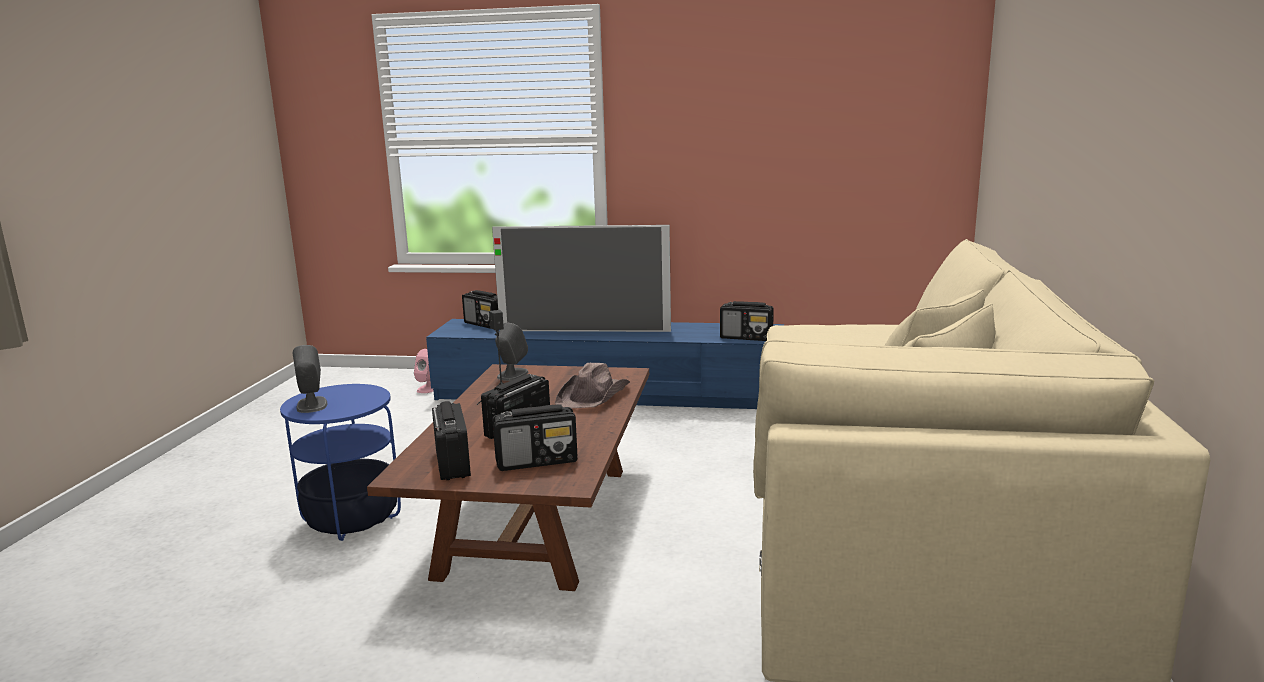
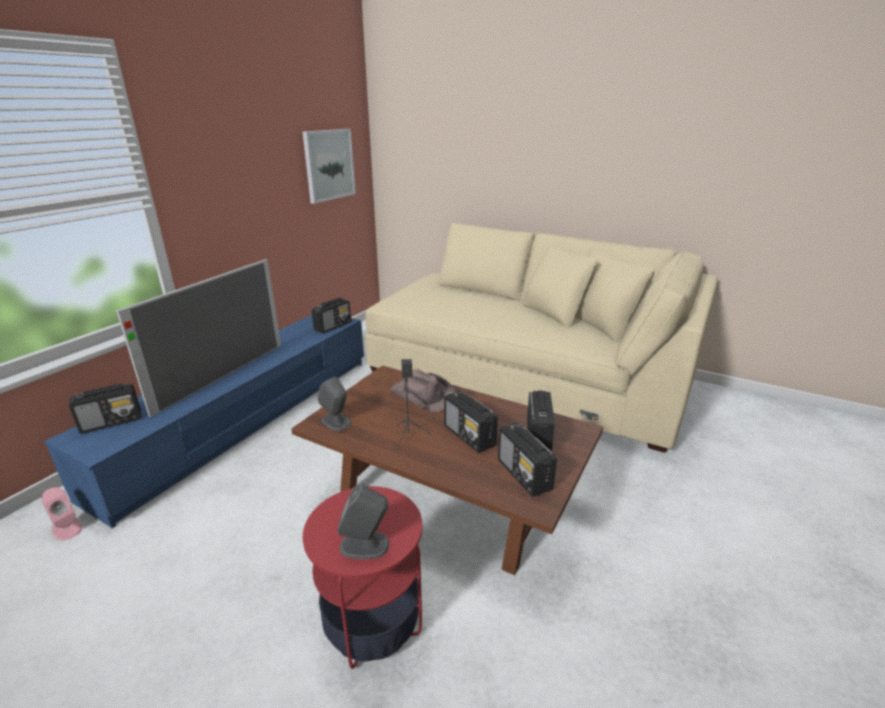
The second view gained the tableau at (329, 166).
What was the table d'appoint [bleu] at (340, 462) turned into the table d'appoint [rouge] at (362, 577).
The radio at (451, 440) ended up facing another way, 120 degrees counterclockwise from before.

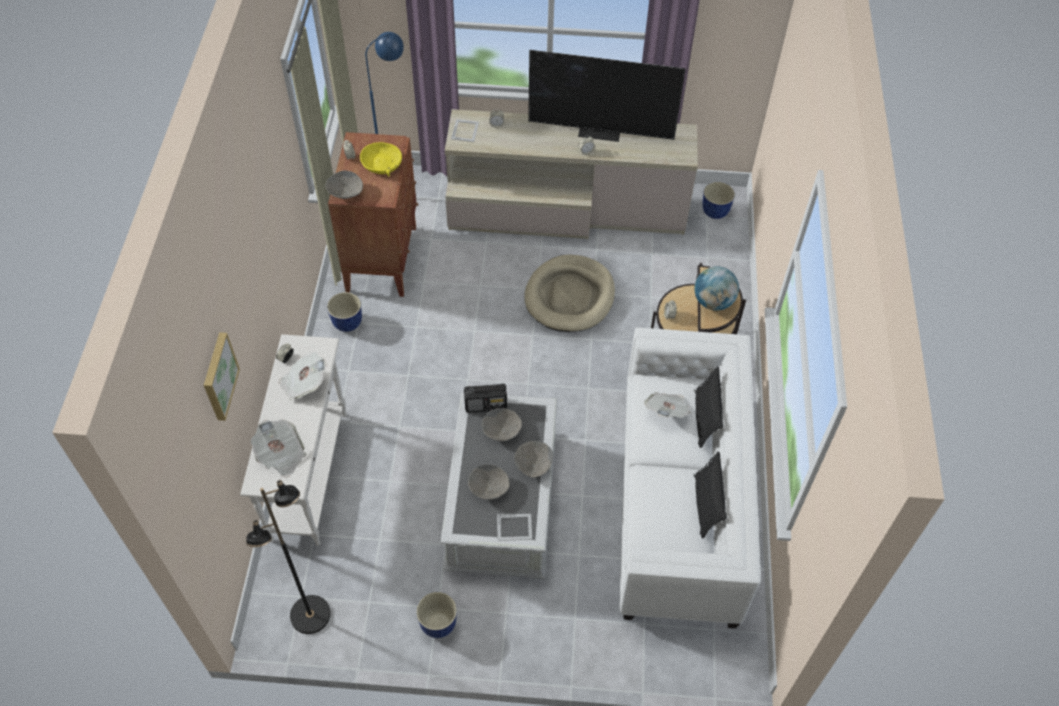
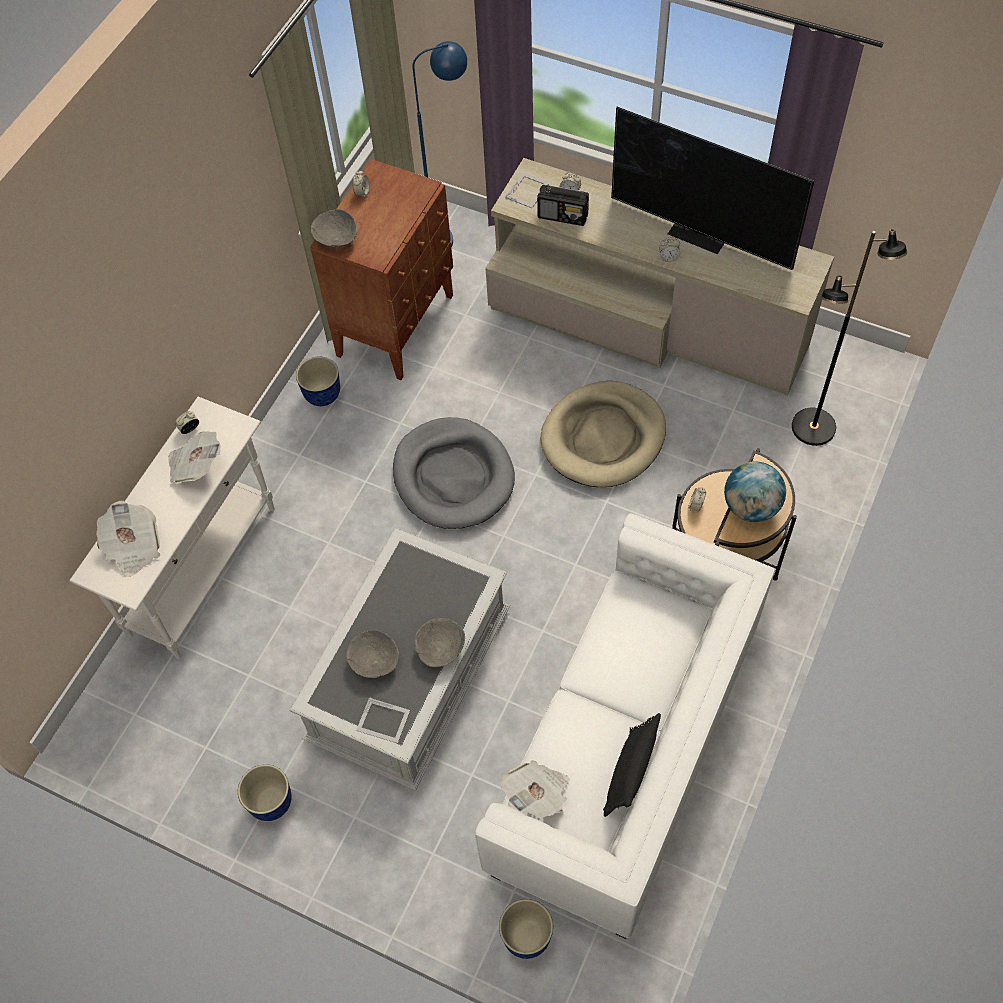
The second view gained the panier pour chien [gris] at (454, 473).
The cache-pot ended up elsewhere, having gone from (718, 200) to (526, 929).
The journal ended up elsewhere, having gone from (667, 405) to (535, 789).
The radio ended up elsewhere, having gone from (485, 398) to (563, 205).
The lampadaire [noir] ended up elsewhere, having gone from (288, 557) to (849, 337).
The second view lost the tableau at (222, 376).
The second view lost the bol [jaune] at (381, 159).
The second view lost the bol [gris] at (502, 424).
The second view lost the coussin [noir] at (708, 407).

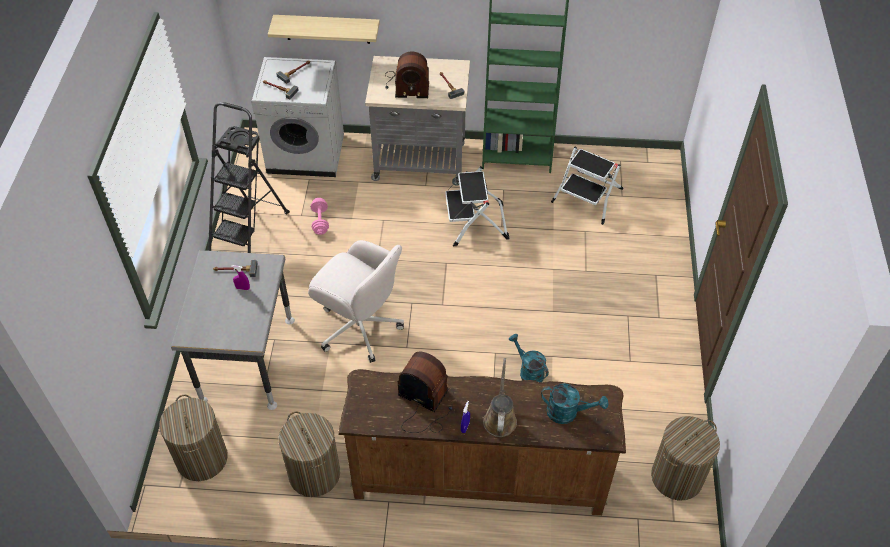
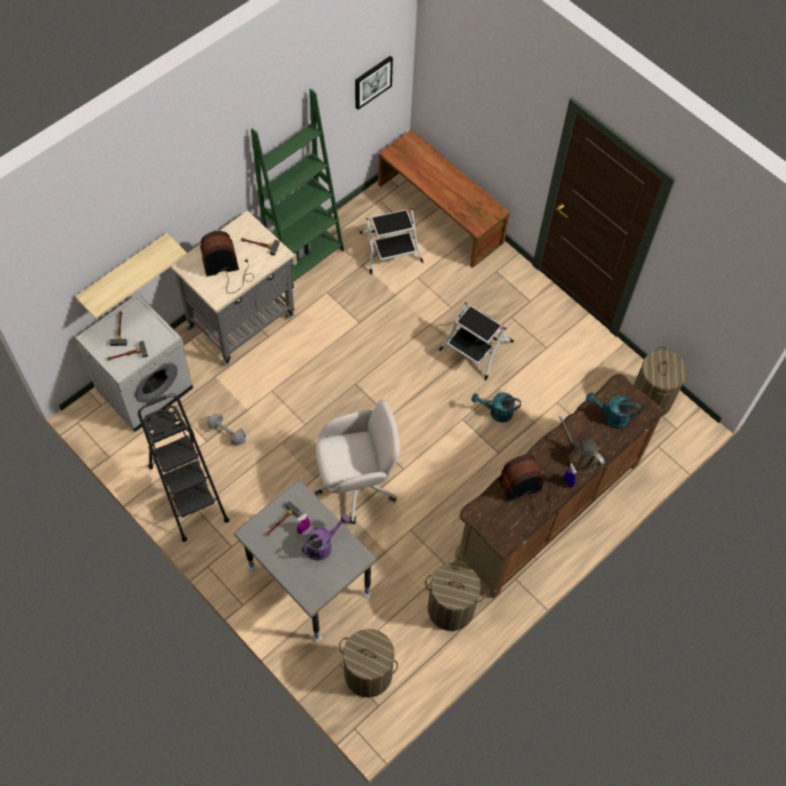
The radio at (407, 75) ended up facing another way, 150 degrees counterclockwise from before.
What was the haltère [rose] at (320, 216) turned into the haltère [gris] at (226, 429).
The second view gained the arrosoir [violet] at (326, 536).
The second view gained the tableau at (374, 83).
The second view gained the banc [marron] at (444, 199).
The escabeau ended up elsewhere, having gone from (477, 206) to (476, 341).
The arrosoir [turquoise] at (574, 403) ended up facing another way, 135 degrees counterclockwise from before.

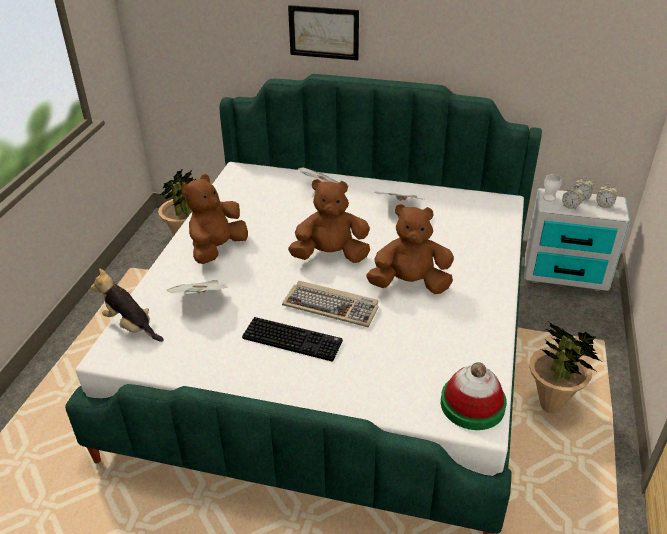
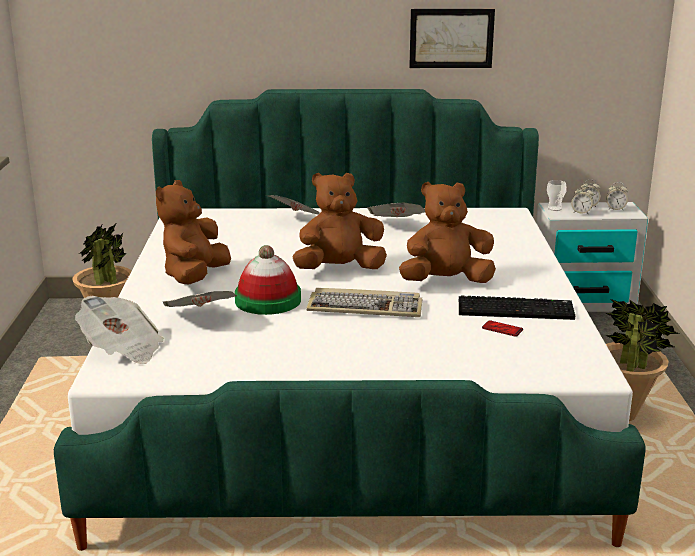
Where the peluche stood at (127, 305), the journal came to stand at (119, 330).
The chapeau ended up elsewhere, having gone from (474, 396) to (268, 280).
The tableau ended up elsewhere, having gone from (323, 32) to (452, 38).
The clavier ended up elsewhere, having gone from (292, 339) to (517, 308).
The second view gained the téléphone at (502, 328).

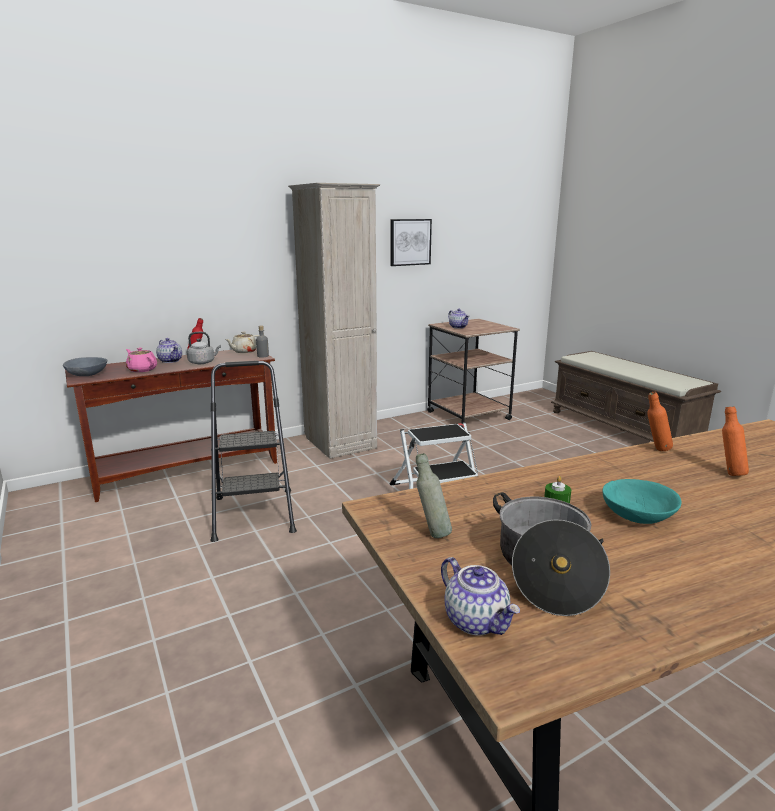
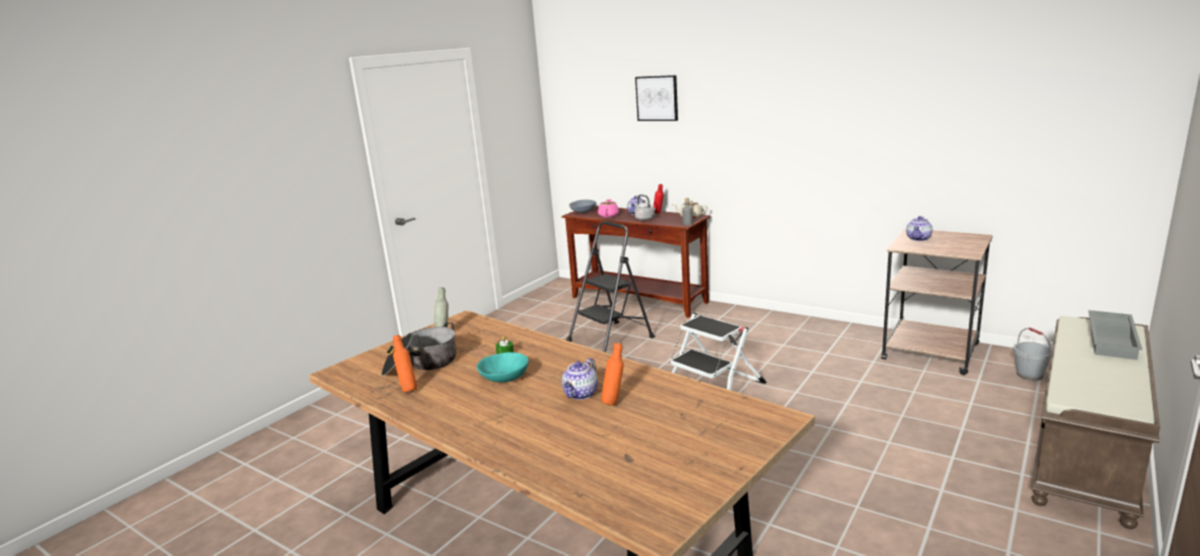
The bouteille [orange] ended up elsewhere, having gone from (660, 421) to (405, 363).
The théière ended up elsewhere, having gone from (480, 596) to (579, 379).
The tableau ended up elsewhere, having gone from (411, 242) to (656, 98).
The second view gained the seau [gris] at (1032, 354).
The second view gained the plateau [gris] at (1115, 335).
The second view lost the meuble de rangement [beige] at (334, 321).

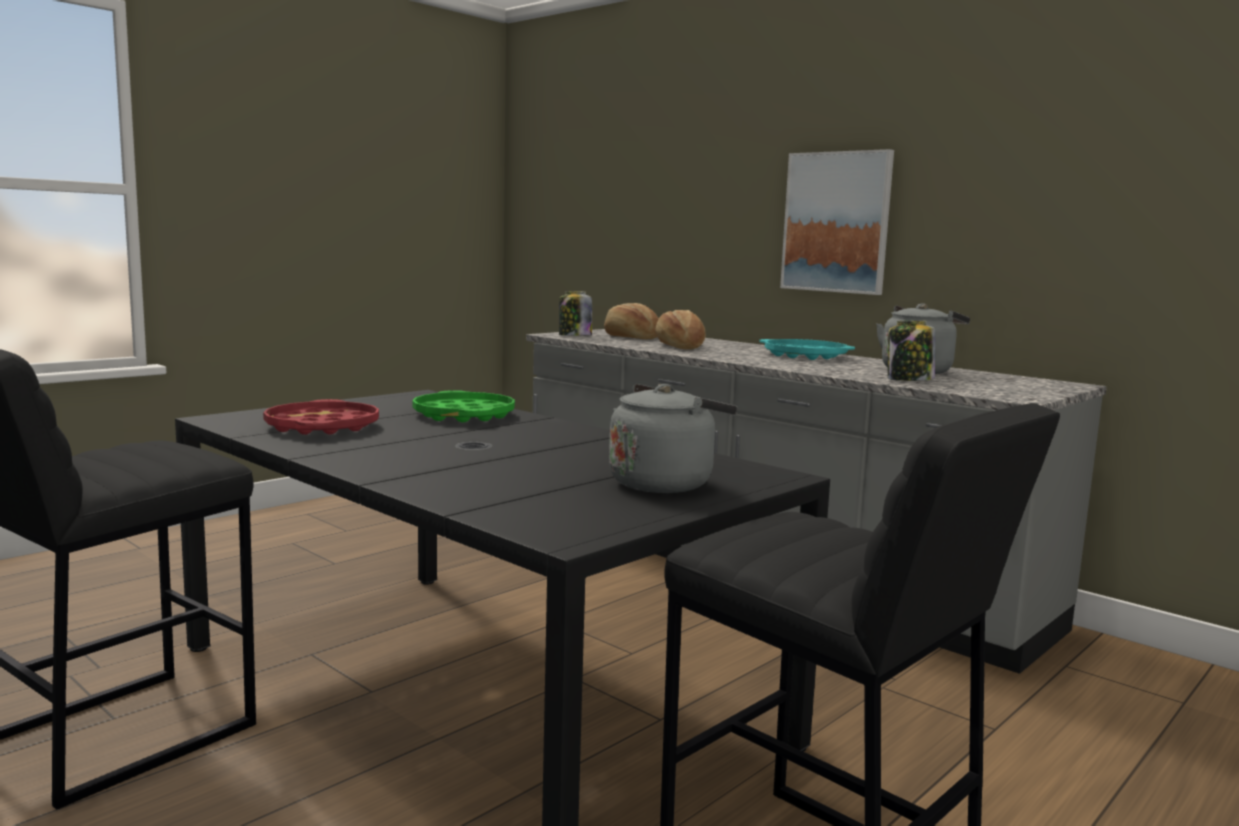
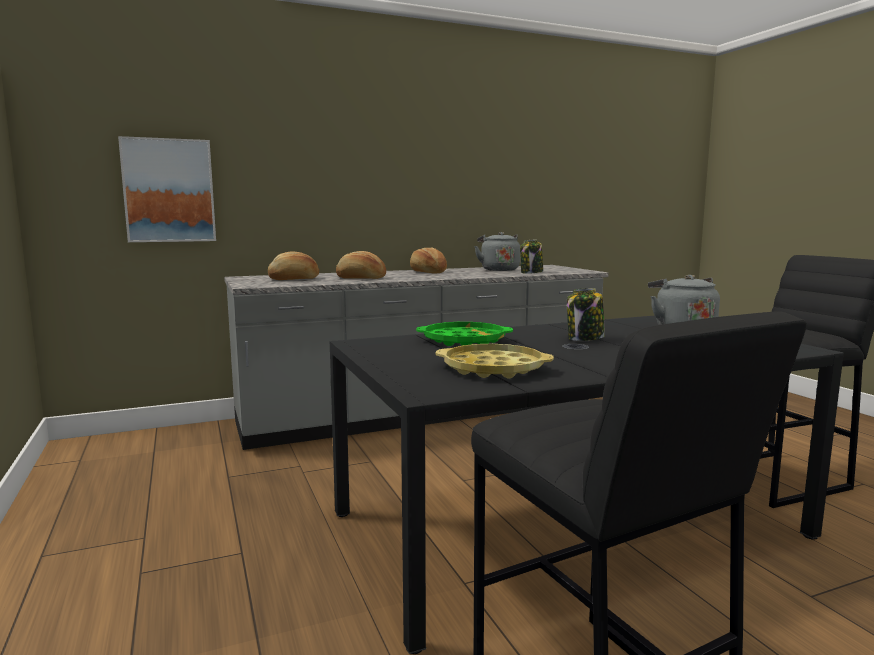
The tableau ended up elsewhere, having gone from (837, 222) to (167, 189).
Where the plateau [turquoise] stood at (807, 349), the pain came to stand at (428, 260).
What was the plateau [rouge] at (321, 417) turned into the plateau [jaune] at (494, 361).
The bocal ended up elsewhere, having gone from (575, 313) to (586, 314).

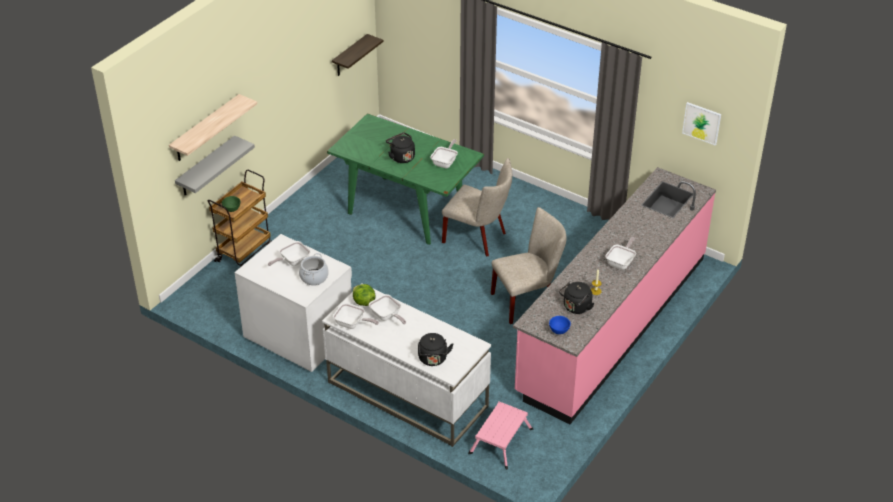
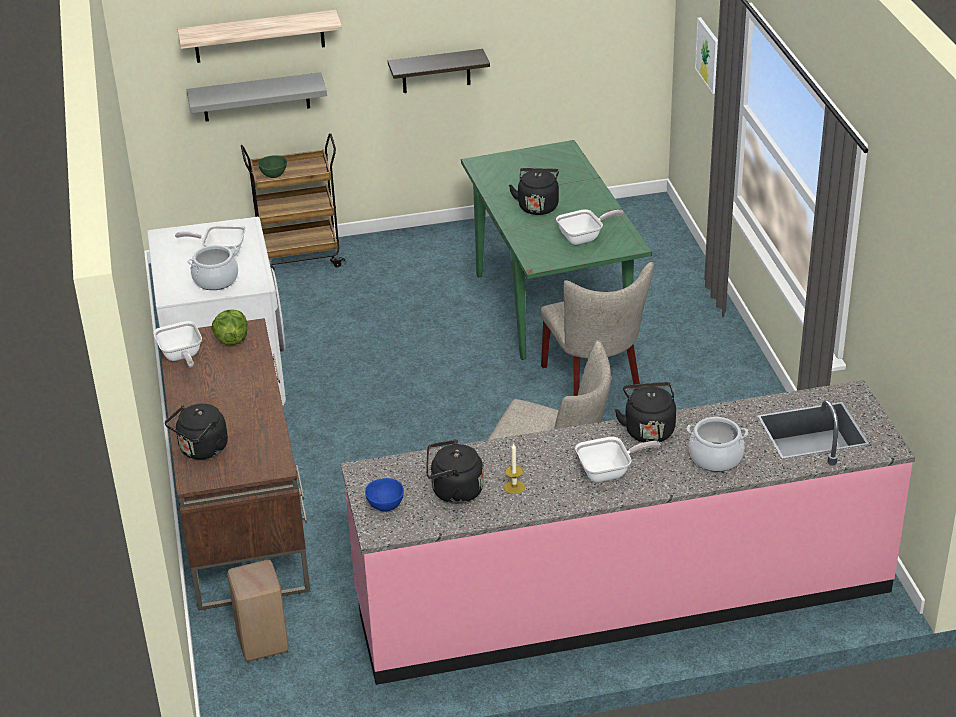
What was the bureau [blanc] at (406, 365) turned into the bureau [marron] at (235, 464).
Where the escabeau [rose] stood at (501, 435), the tabouret [beige] came to stand at (258, 610).
The étagère ended up elsewhere, having gone from (357, 55) to (439, 71).
The second view gained the bouilloire [noir] at (645, 412).
The second view gained the marmite at (717, 444).
The tableau ended up elsewhere, having gone from (701, 124) to (706, 55).
The second view lost the poêle at (387, 309).

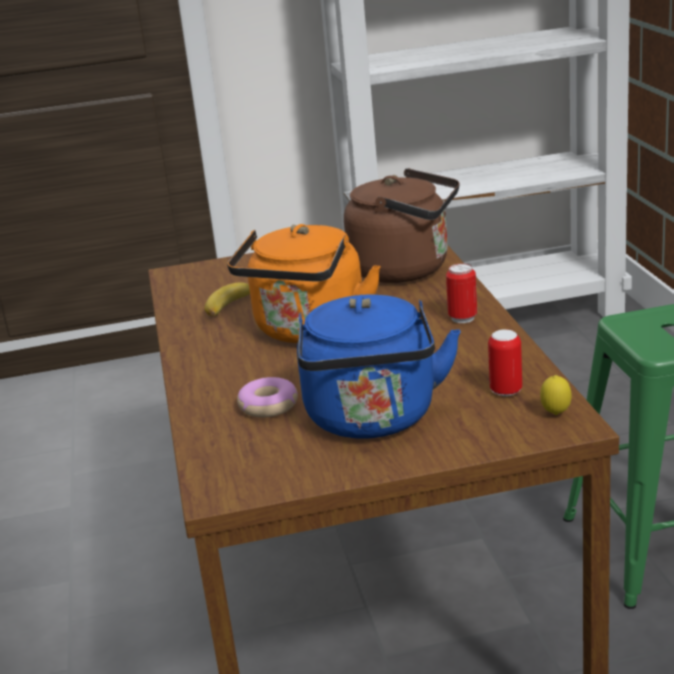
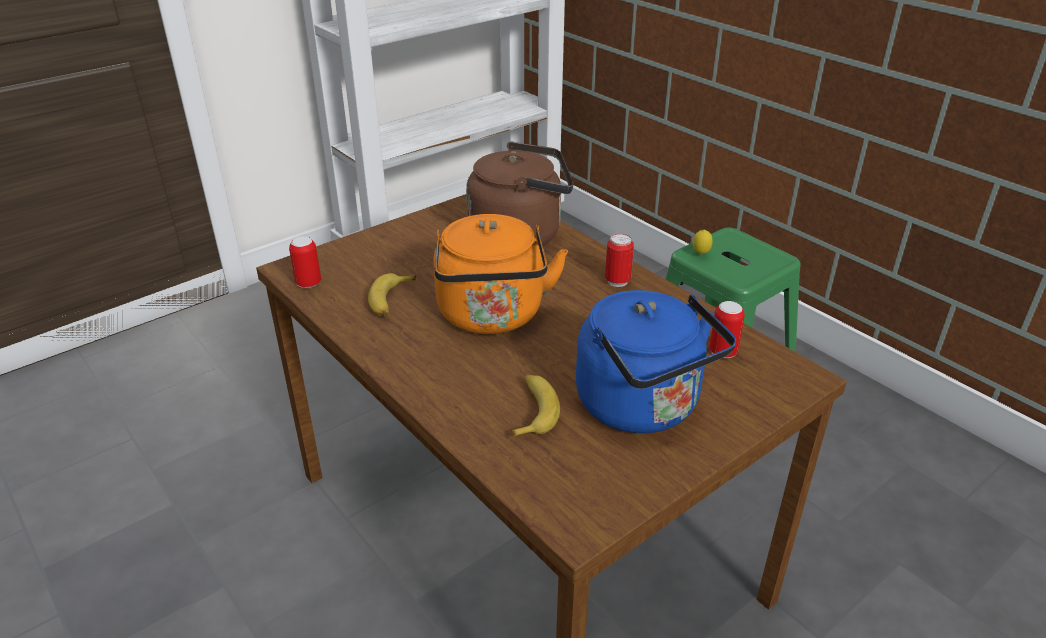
The second view gained the boîte métallique at (305, 262).
Where the beignet stood at (267, 397), the banane came to stand at (536, 406).
The citron ended up elsewhere, having gone from (556, 395) to (703, 242).

